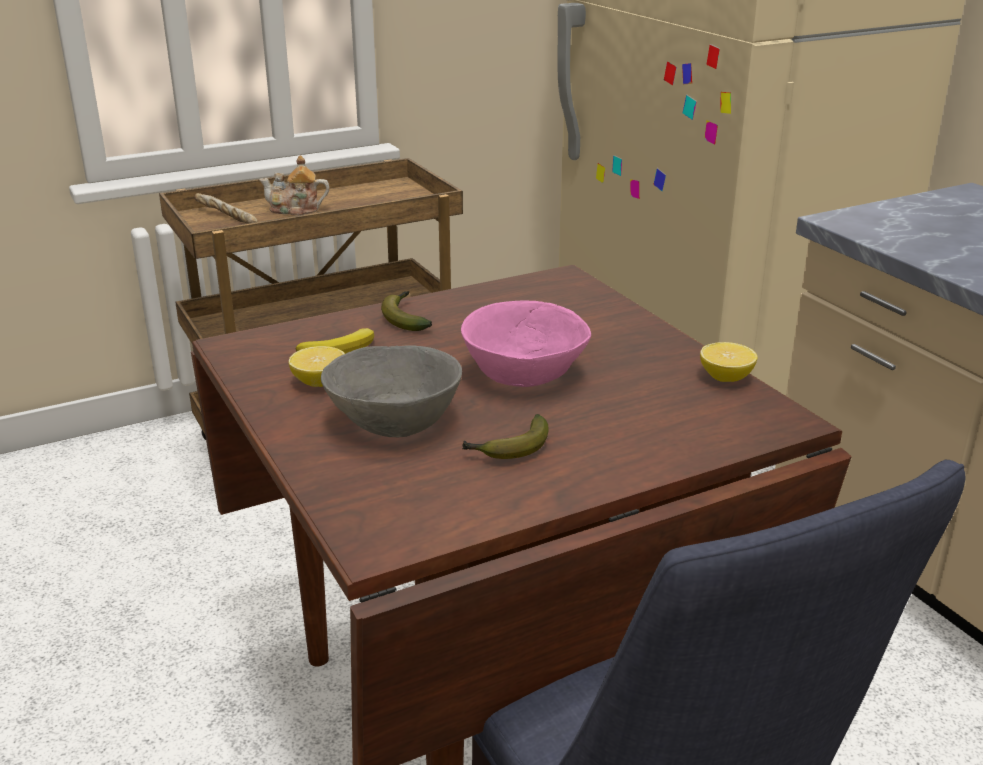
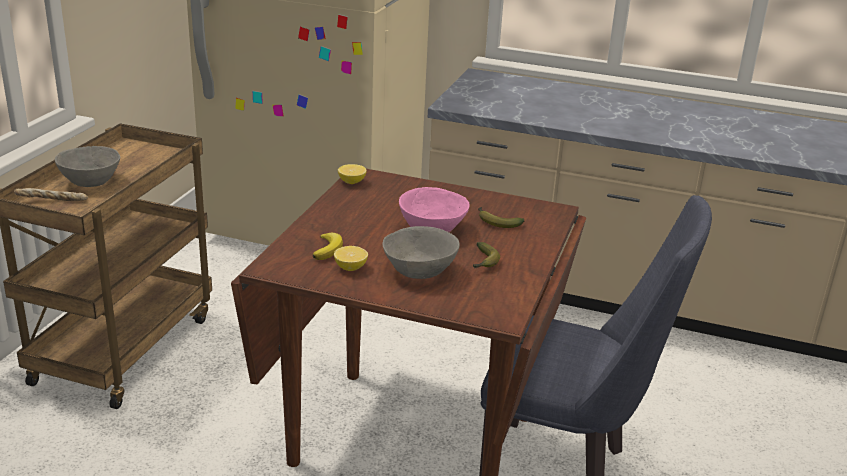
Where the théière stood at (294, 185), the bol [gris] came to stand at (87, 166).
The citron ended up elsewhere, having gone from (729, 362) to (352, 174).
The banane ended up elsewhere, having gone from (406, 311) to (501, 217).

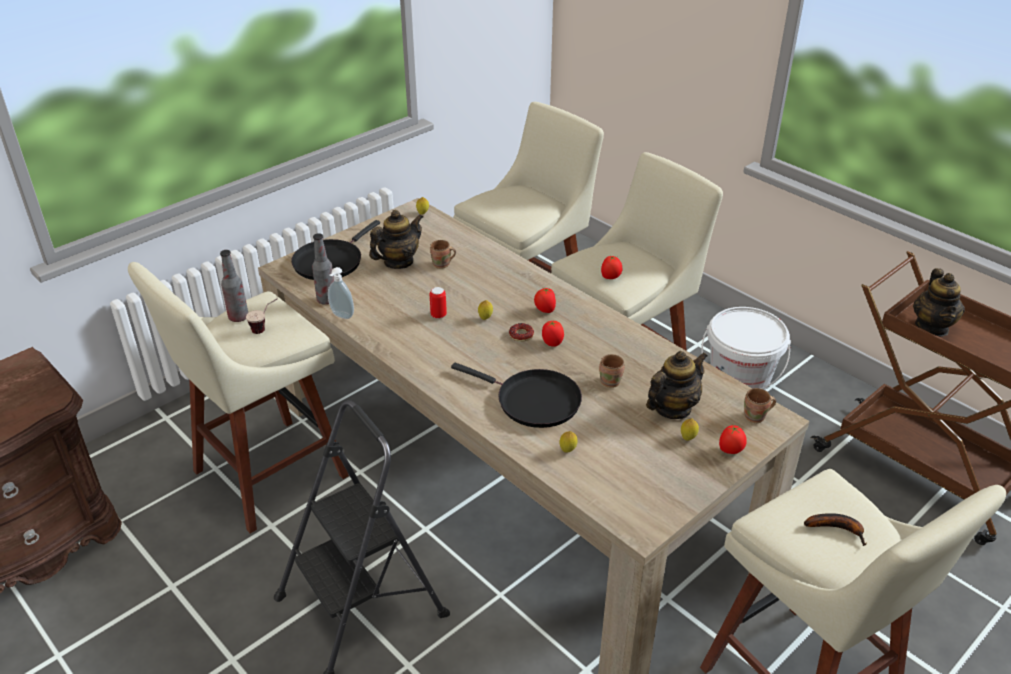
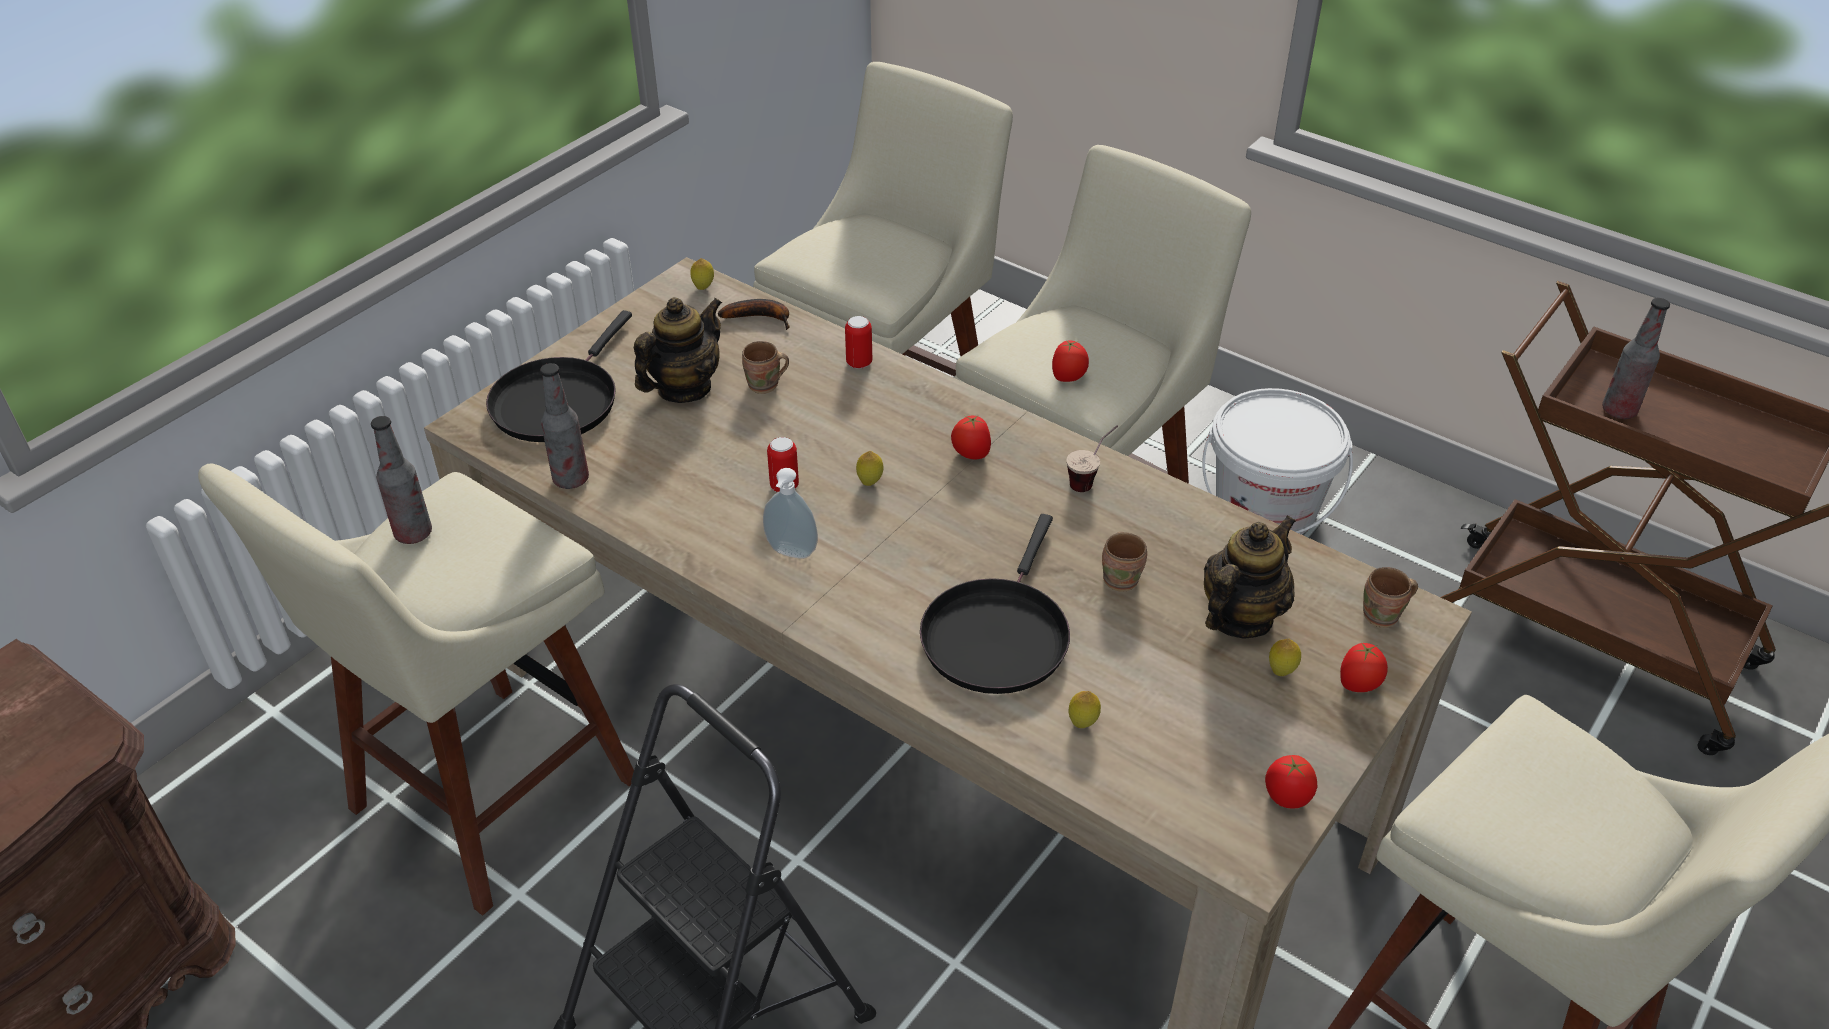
The banane ended up elsewhere, having gone from (835, 529) to (754, 314).
The distributeur de savon ended up elsewhere, having gone from (341, 293) to (790, 513).
The second view gained the boîte métallique at (858, 342).
The poêle [noir] at (516, 395) ended up facing another way, 90 degrees clockwise from before.
The tasse ended up elsewhere, having gone from (262, 316) to (1092, 458).
The tomate ended up elsewhere, having gone from (553, 334) to (1291, 781).
Where the théière stood at (939, 302), the bouteille came to stand at (1636, 358).
The second view lost the beignet at (521, 332).

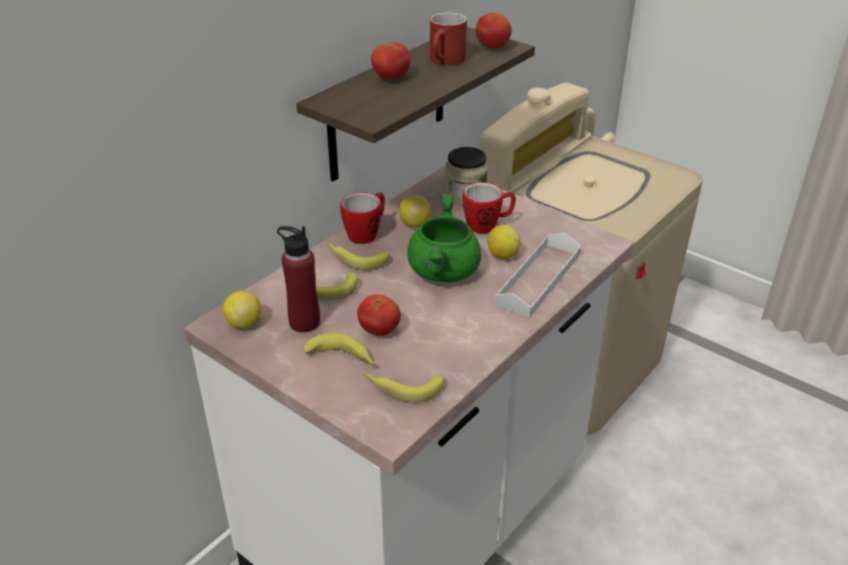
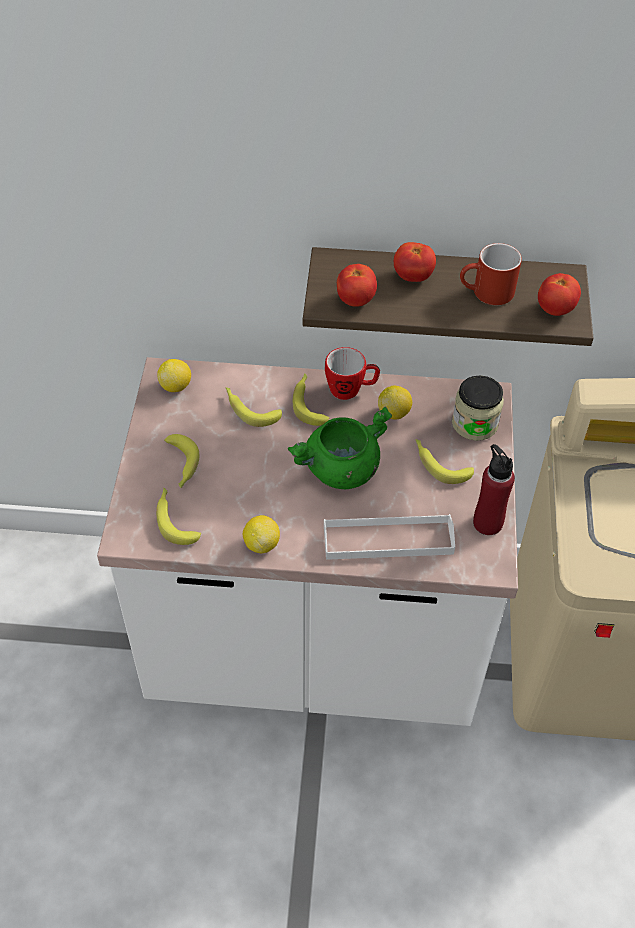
The citron ended up elsewhere, having gone from (503, 242) to (261, 534).
The tomate ended up elsewhere, having gone from (379, 315) to (357, 285).
Where the mug stood at (489, 207), the banane came to stand at (444, 461).
The bouteille [rouge] ended up elsewhere, having gone from (298, 279) to (494, 489).

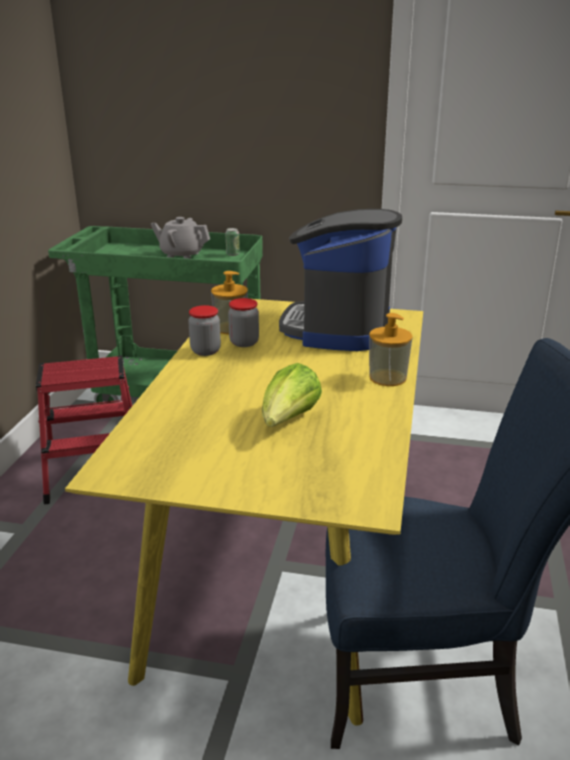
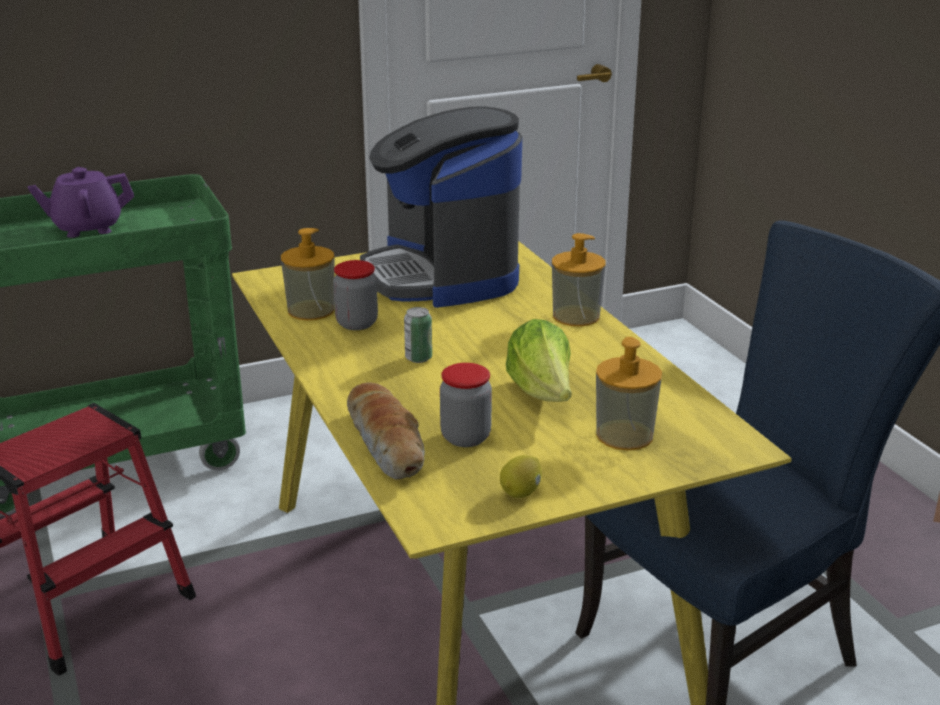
What was the théière [gris] at (180, 238) turned into the théière [violet] at (81, 202).
The second view gained the pain at (386, 431).
The boîte métallique ended up elsewhere, having gone from (233, 242) to (418, 335).
The bocal ended up elsewhere, having gone from (204, 330) to (466, 405).
The second view gained the citron at (521, 476).
The second view gained the distributeur de savon at (629, 393).

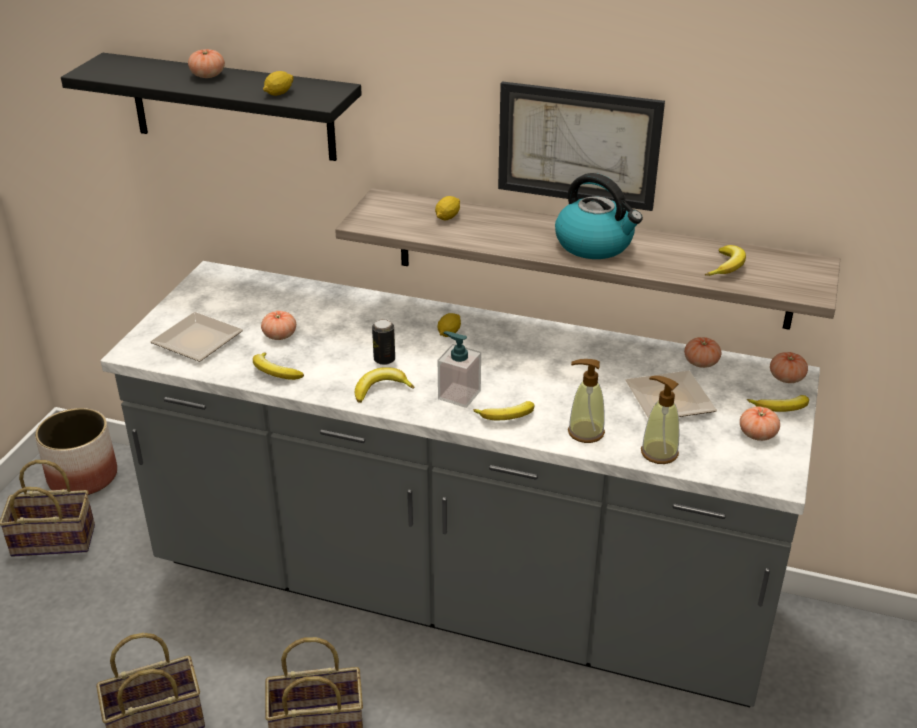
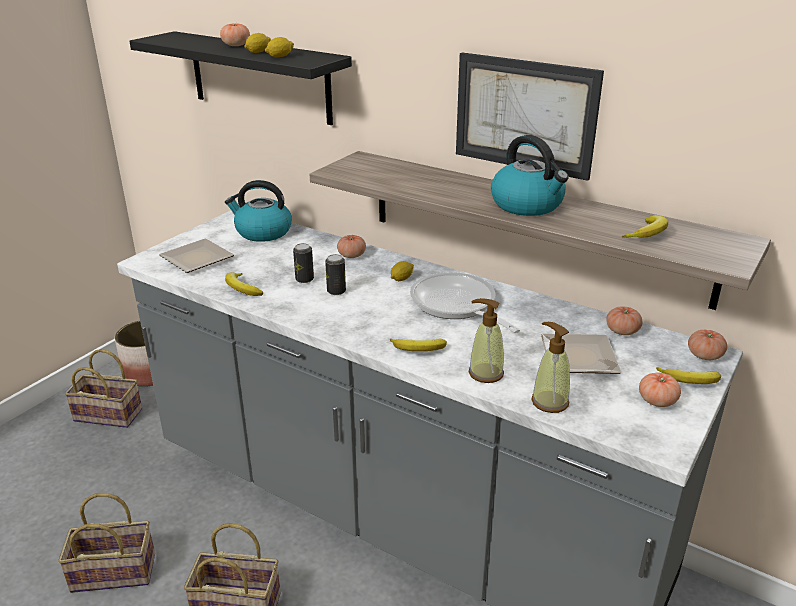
The second view gained the bouilloire at (258, 211).
The citron ended up elsewhere, having gone from (447, 208) to (257, 43).
The second view gained the boîte métallique at (303, 263).
The tomate ended up elsewhere, having gone from (278, 325) to (351, 246).
The second view gained the poêle at (465, 302).
The second view lost the banane at (385, 385).
The second view lost the distributeur de savon at (459, 369).

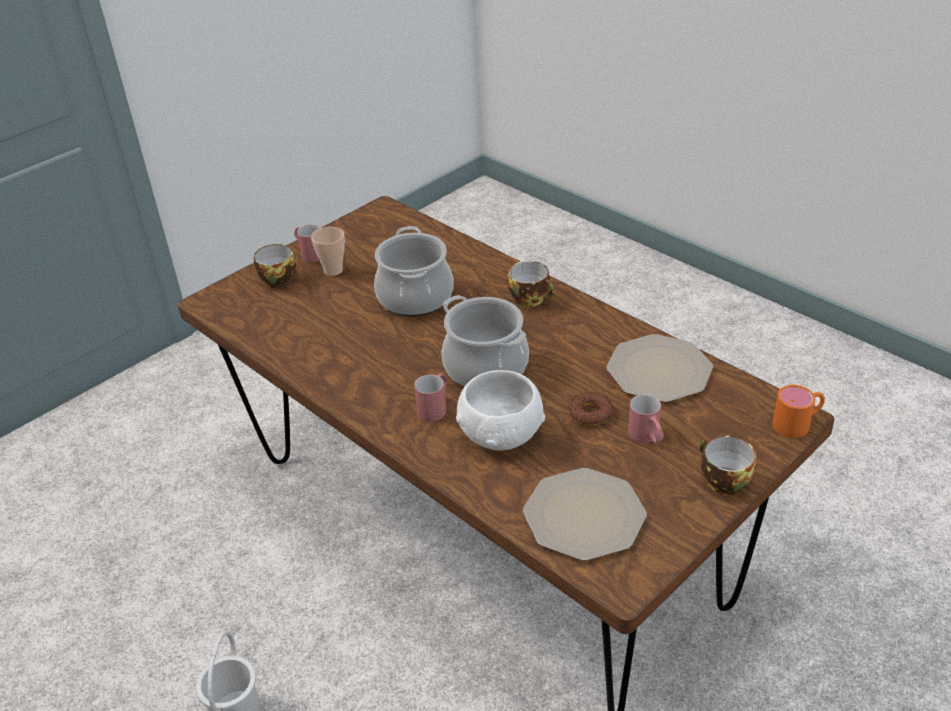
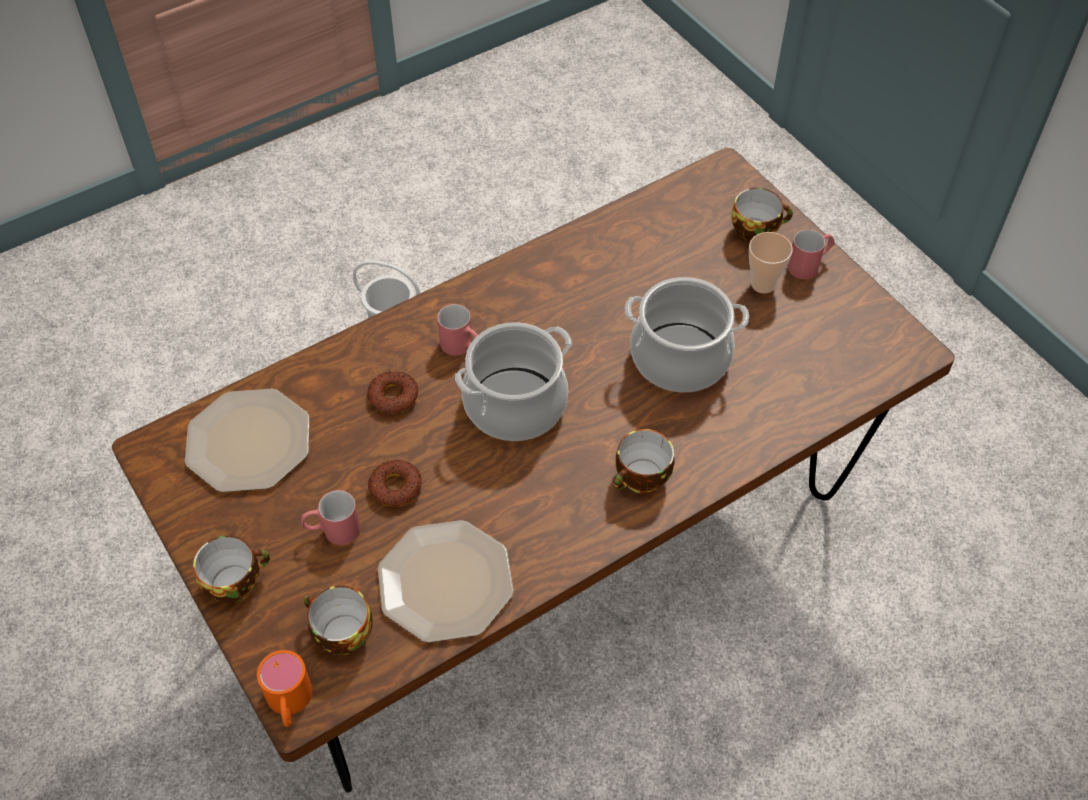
The second view gained the tasse at (338, 620).
Where the bol [blanc] stood at (500, 410), the beignet came to stand at (392, 392).

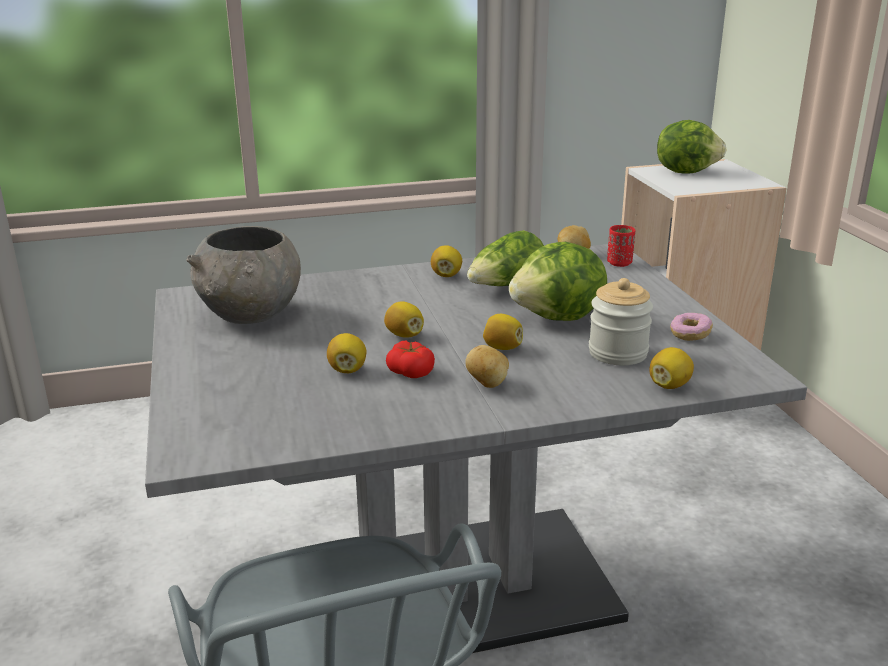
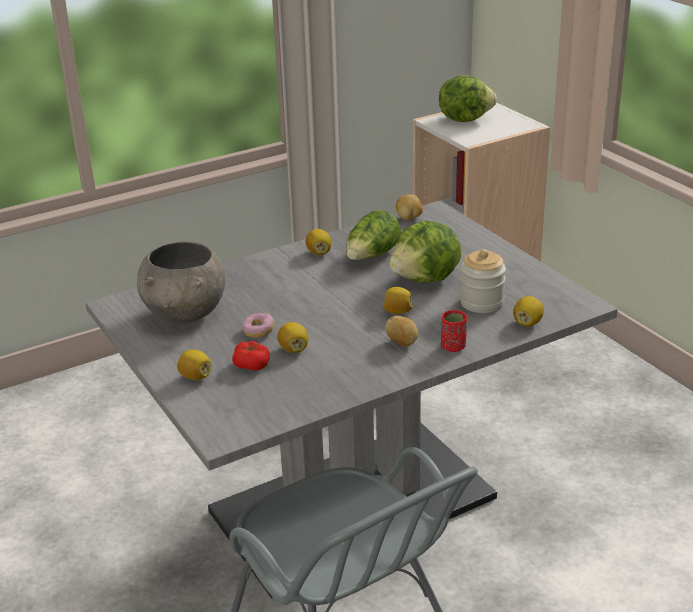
The citron ended up elsewhere, having gone from (404, 319) to (194, 365).
The tomate ended up elsewhere, having gone from (410, 359) to (251, 356).
The beignet ended up elsewhere, having gone from (691, 327) to (258, 325).
The tasse [rouge] ended up elsewhere, having gone from (621, 246) to (454, 331).

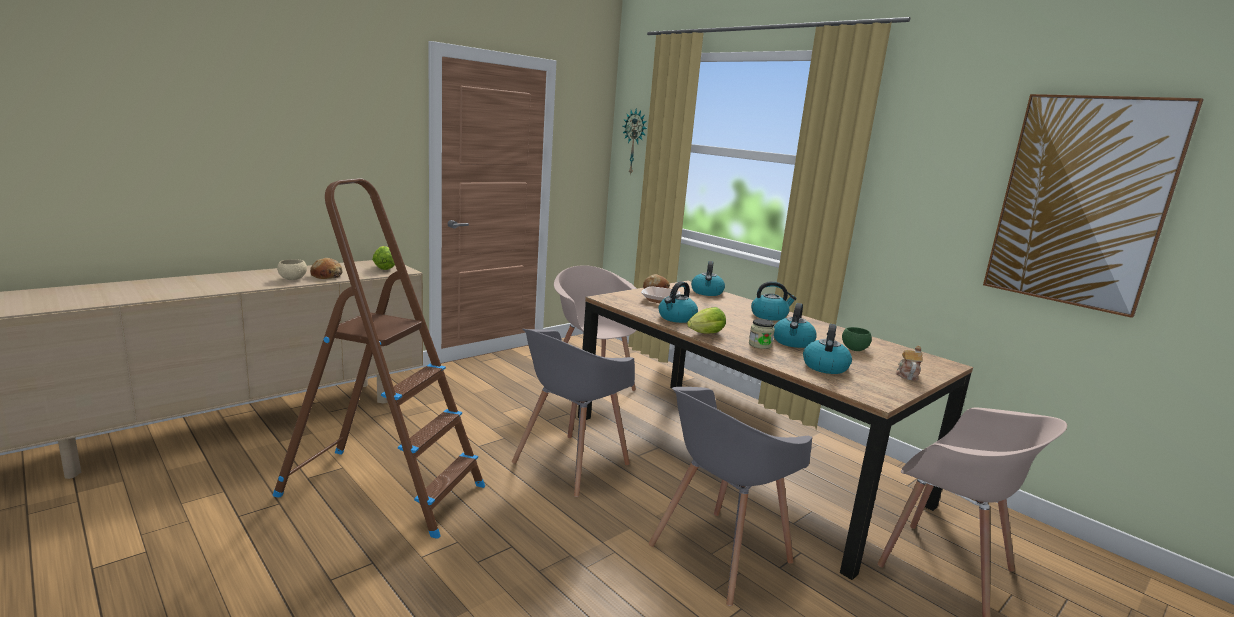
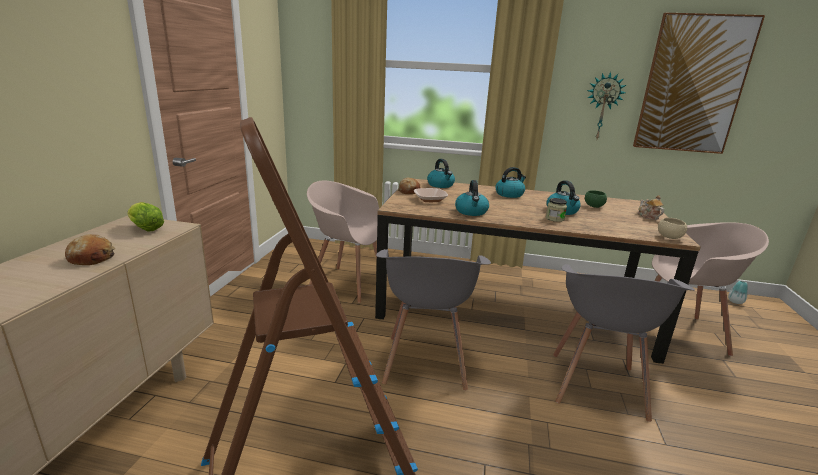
The horloge murale ended up elsewhere, having gone from (635, 142) to (606, 105).
The bol [beige] ended up elsewhere, having gone from (292, 269) to (672, 228).
The second view gained the vase at (738, 292).
The second view lost the laitue at (706, 320).
The second view lost the bouilloire at (827, 349).

